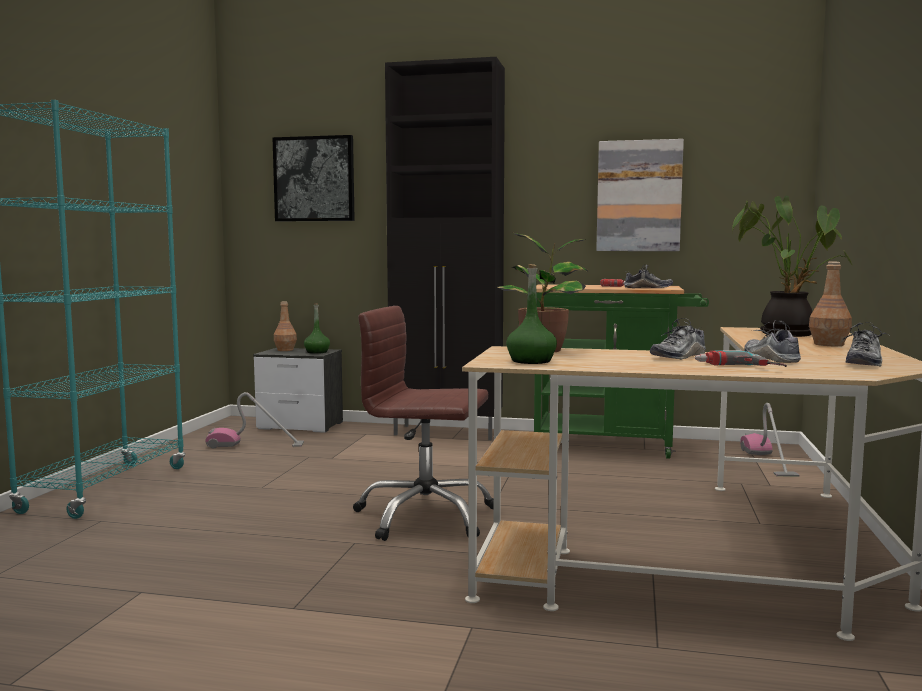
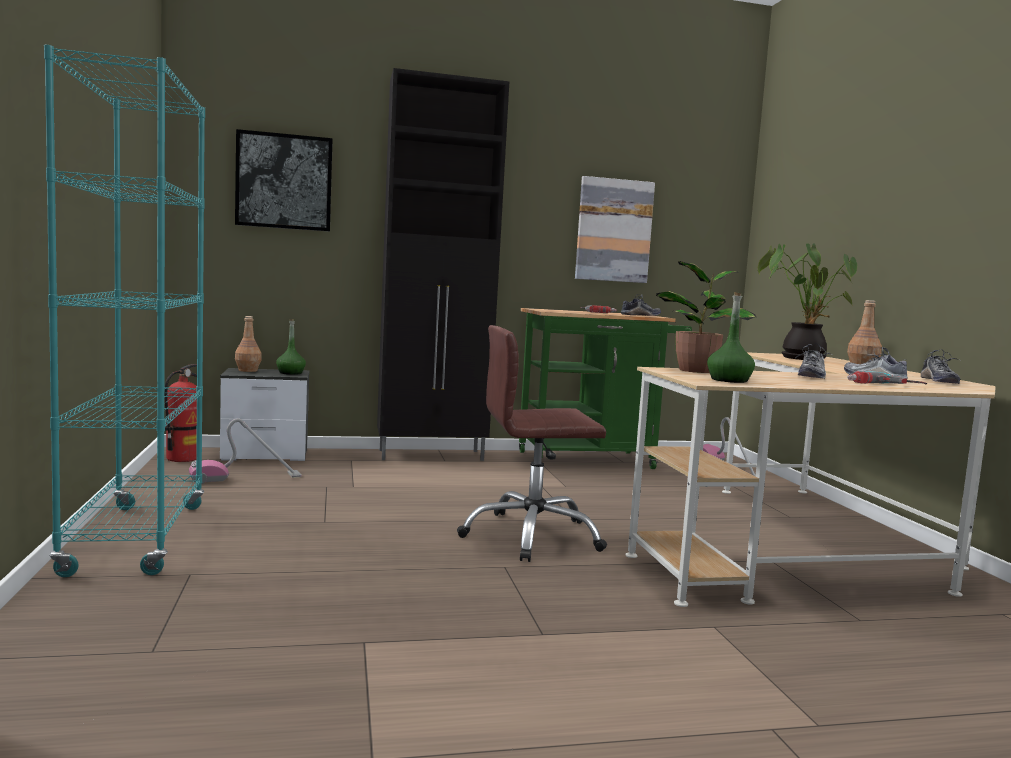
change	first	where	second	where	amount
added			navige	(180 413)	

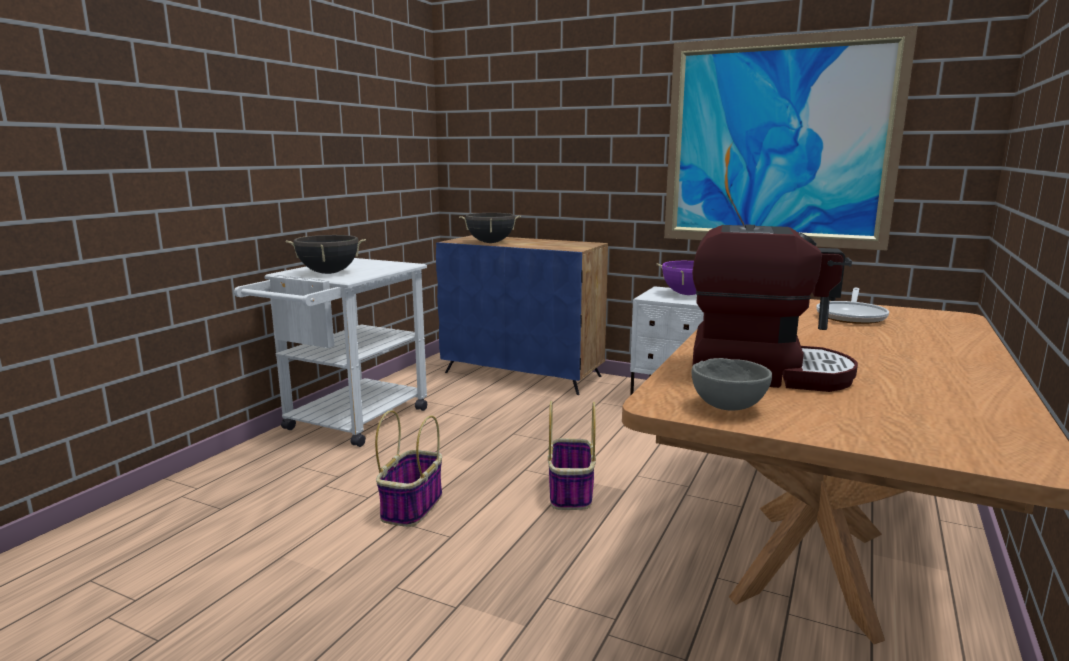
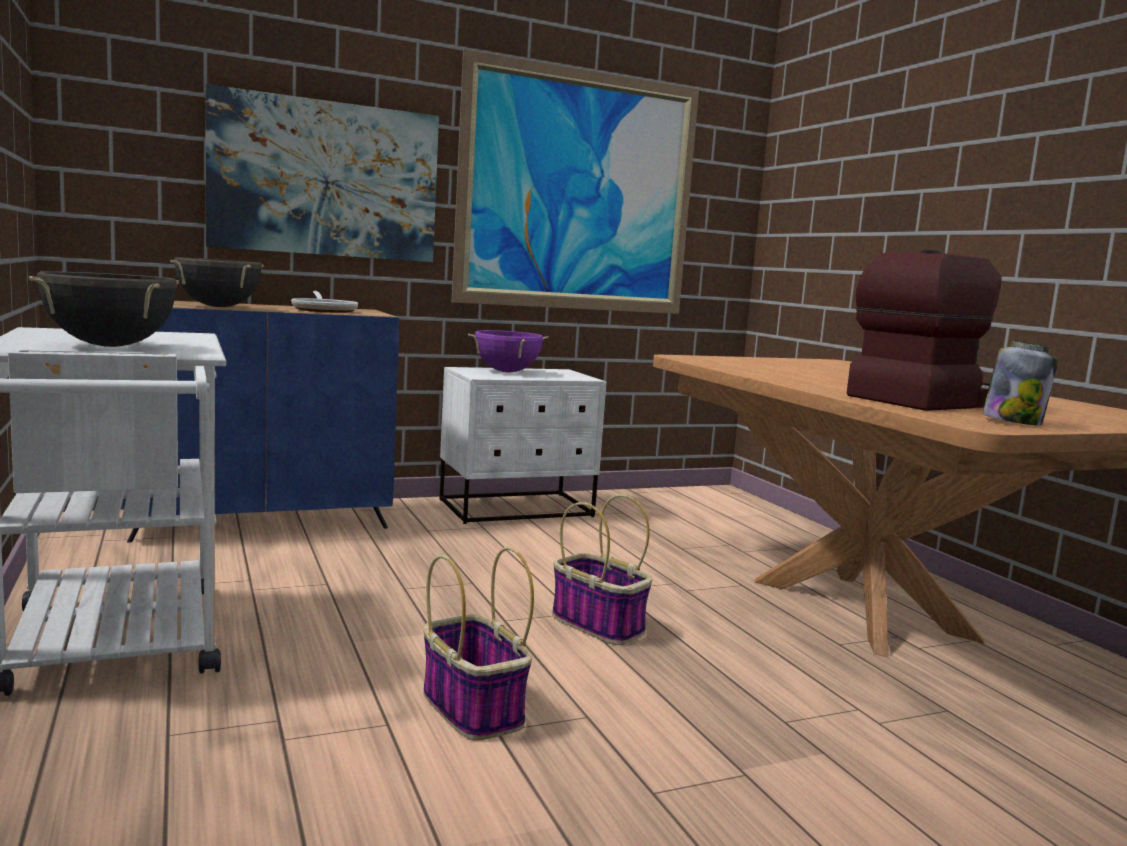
change	first	where	second	where	amount
added			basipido	(322 173)	
moved	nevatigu	(852 306)		(324 302)	
replaced	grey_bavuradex	(731 384)	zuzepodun	(1020 383)	

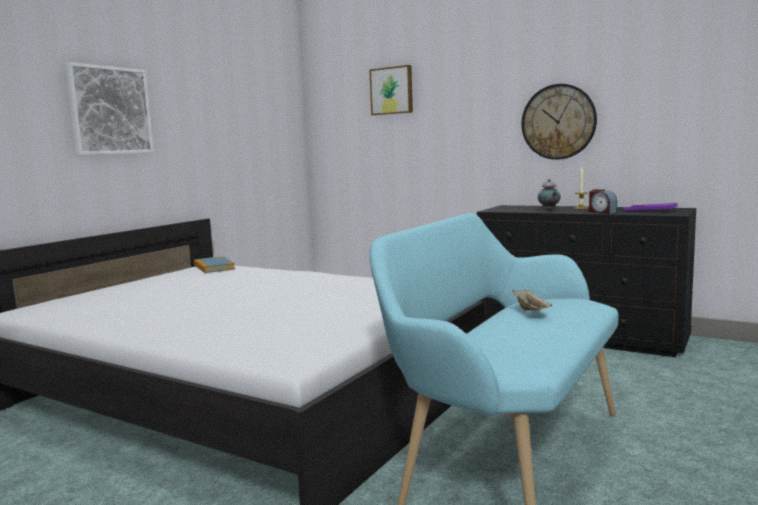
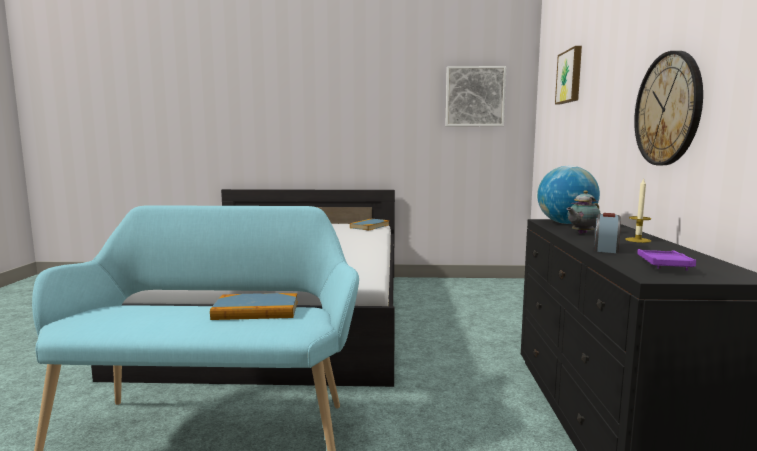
change	first	where	second	where	amount
added			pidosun	(568 195)	
moved	basipido	(109 108)		(475 96)	
replaced	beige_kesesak	(532 299)	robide	(254 306)	

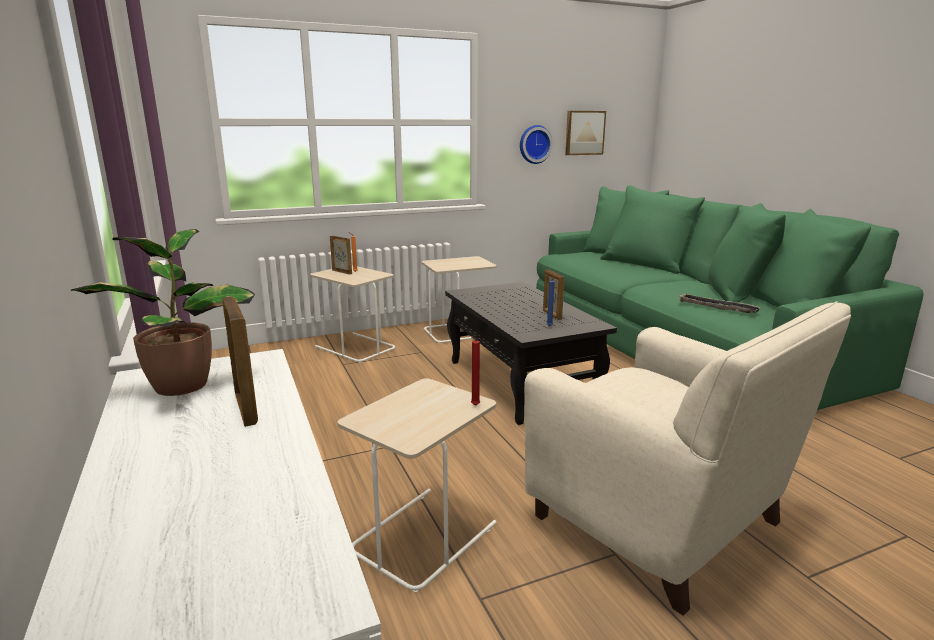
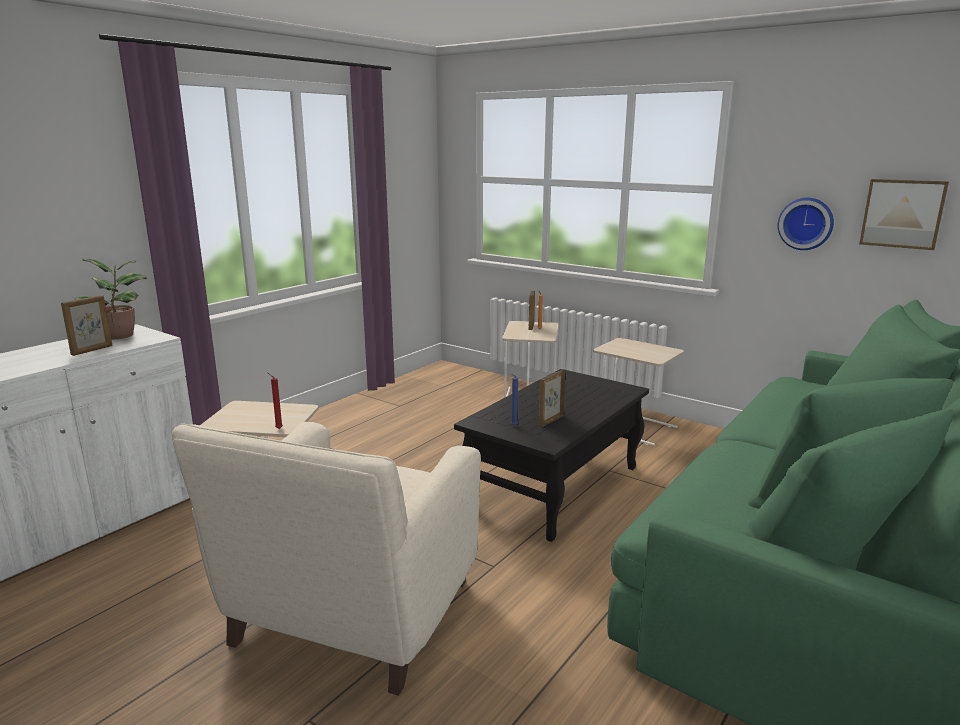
change	first	where	second	where	amount
removed	kesesak	(720 303)			

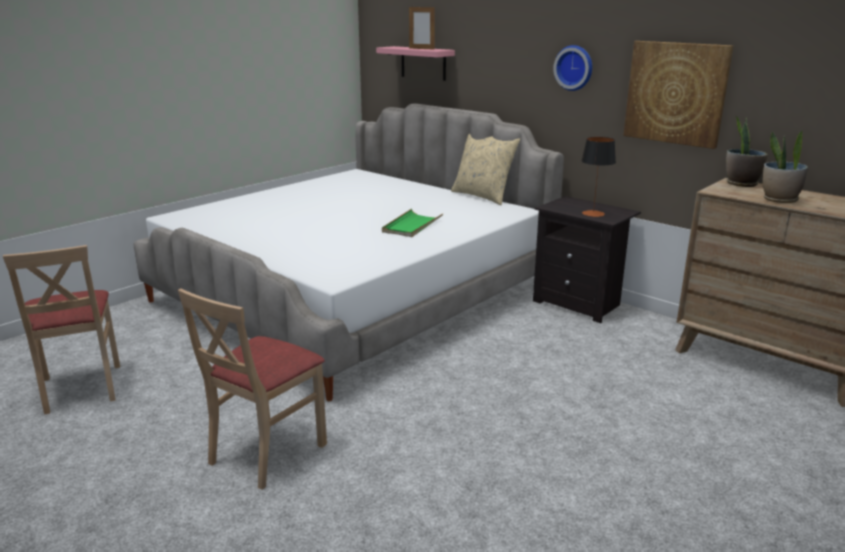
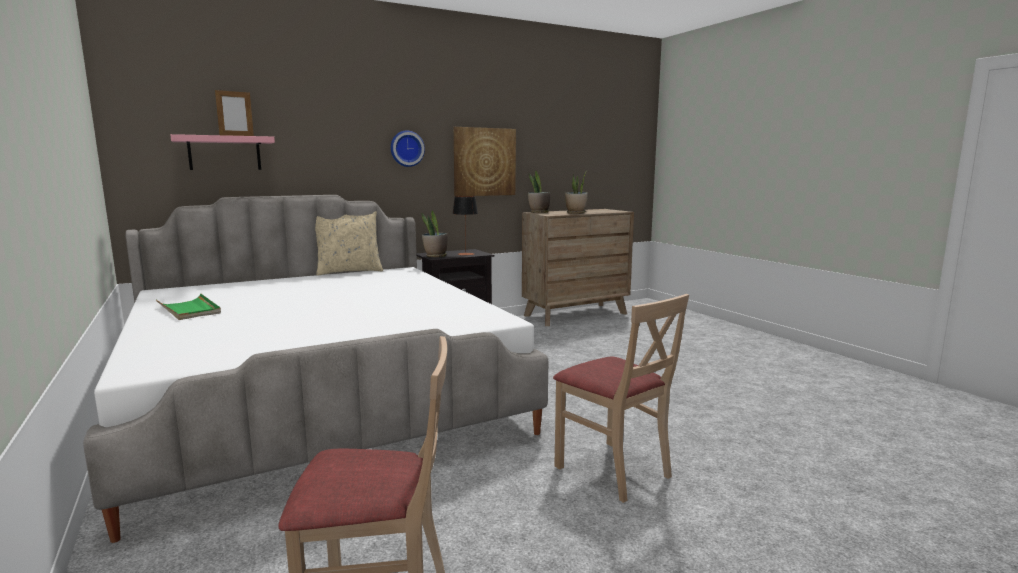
change	first	where	second	where	amount
added			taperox	(434 233)	
moved	green_kesesak	(413 223)		(188 306)	

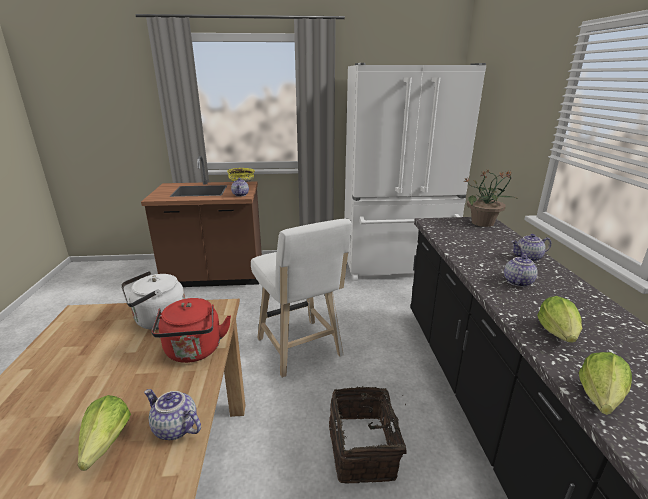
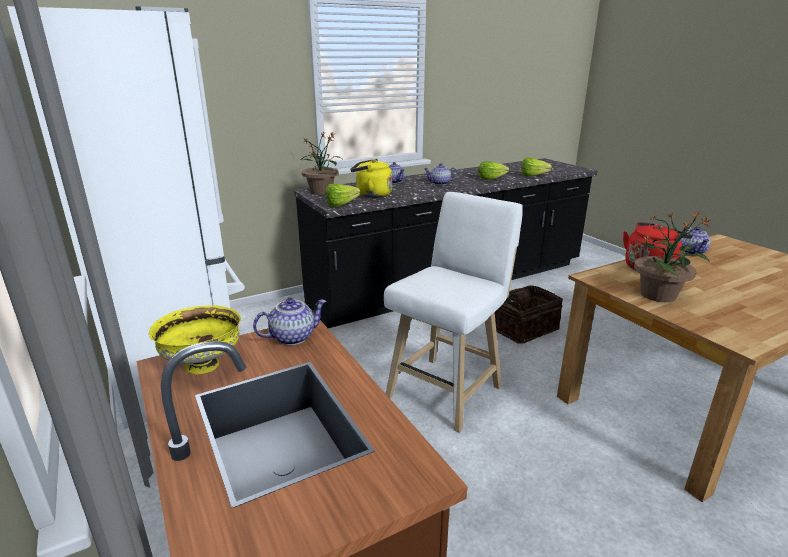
change	first	where	second	where	amount
added			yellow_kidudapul	(371 178)	
moved	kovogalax	(104 433)		(342 195)	
replaced	white_kidudapul	(153 300)	taperox	(672 257)	

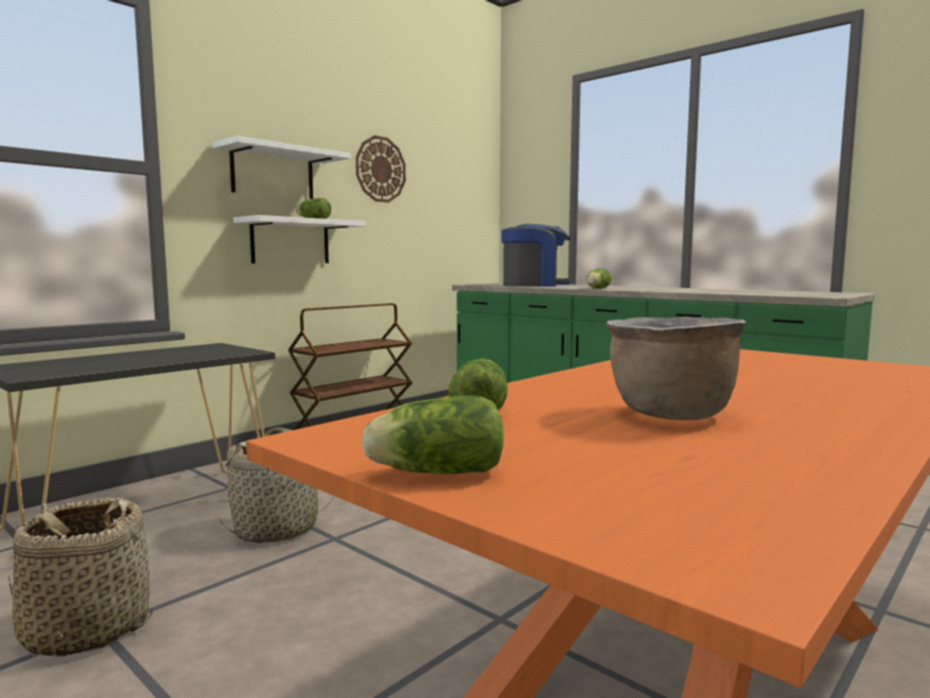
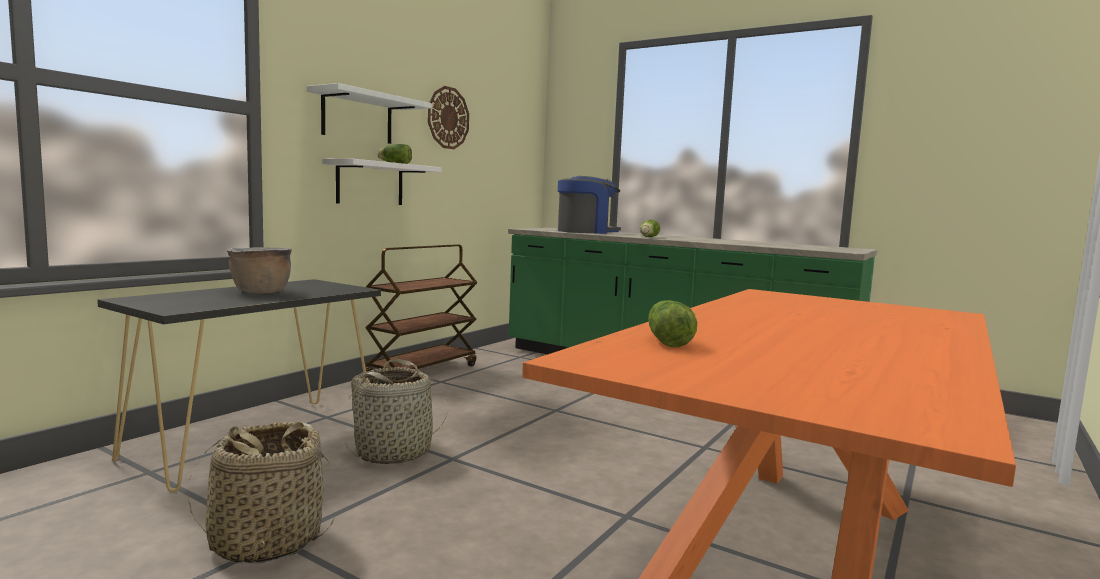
change	first	where	second	where	amount
removed	kovogalax	(433 434)			
moved	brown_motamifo	(676 368)		(259 270)	

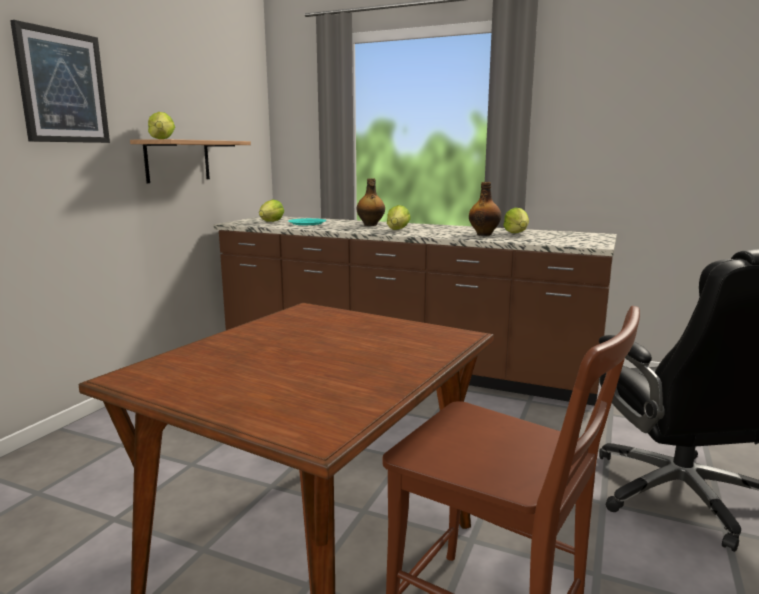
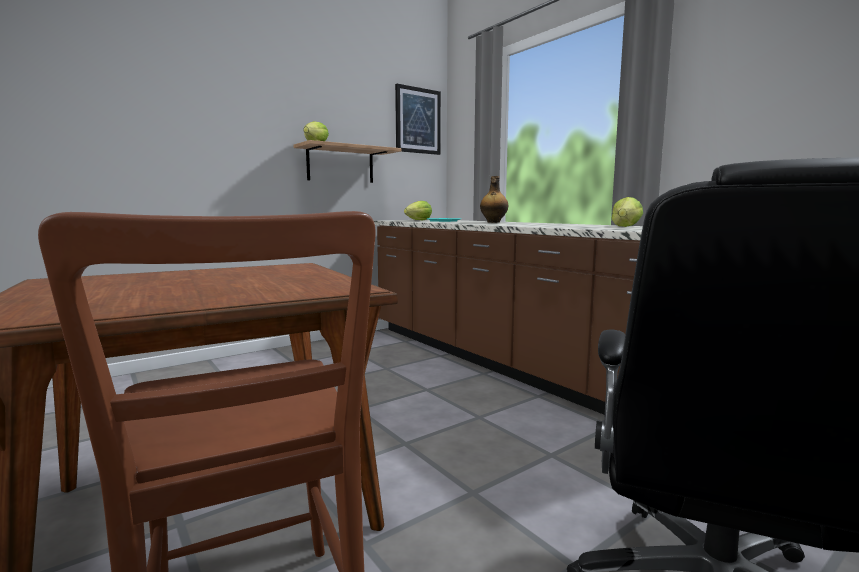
change	first	where	second	where	amount
removed	kovogalax	(399 217)			
removed	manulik	(485 209)			
moved	basipido	(60 81)		(418 119)	

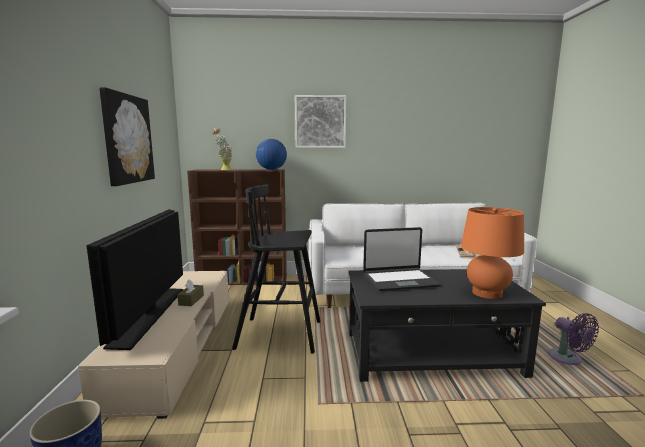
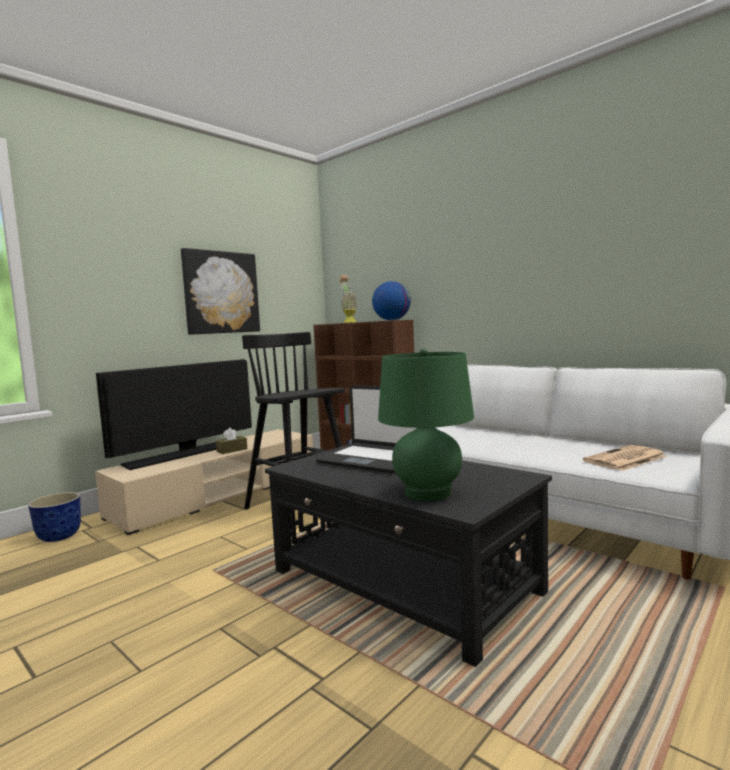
change	first	where	second	where	amount
removed	basipido	(320 121)			
removed	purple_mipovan	(573 339)			
recoloured	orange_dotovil	(492 253)	green_dotovil	(426 425)	

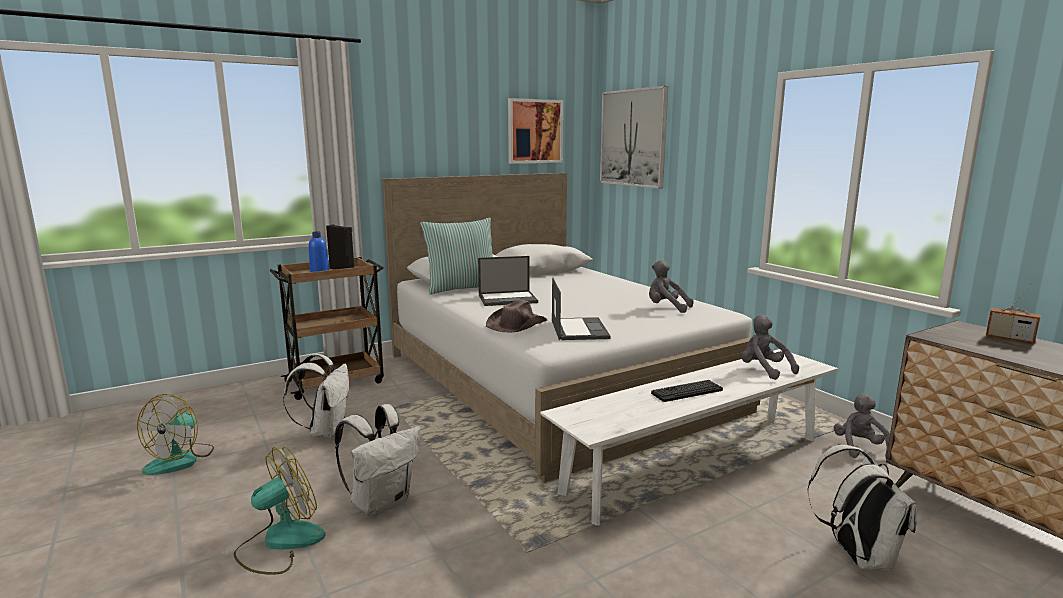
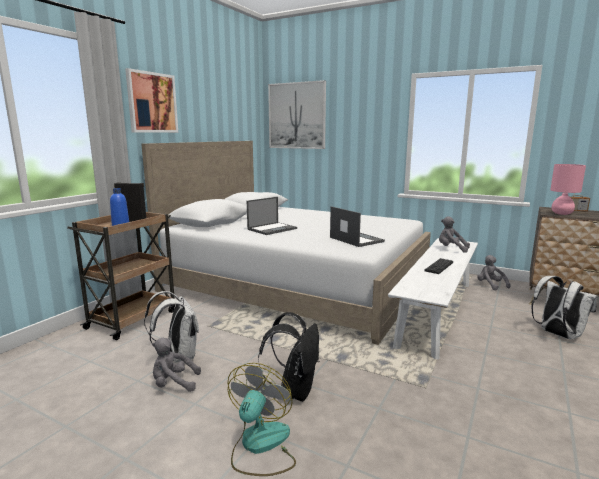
change	first	where	second	where	amount
removed	mipovan	(175 434)			
removed	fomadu	(456 256)			
removed	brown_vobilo	(516 316)			
added			pink_dotovil	(568 189)	
moved	basipido	(535 131)		(151 100)	
moved	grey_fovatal	(671 286)		(176 365)	
recoloured	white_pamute	(378 460)	black_pamute	(288 357)	

